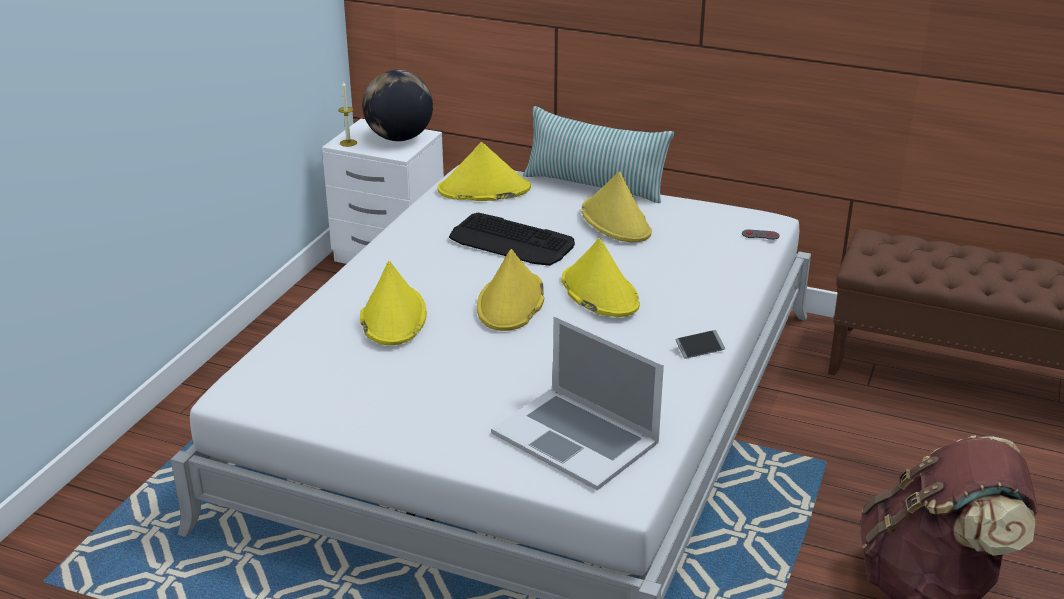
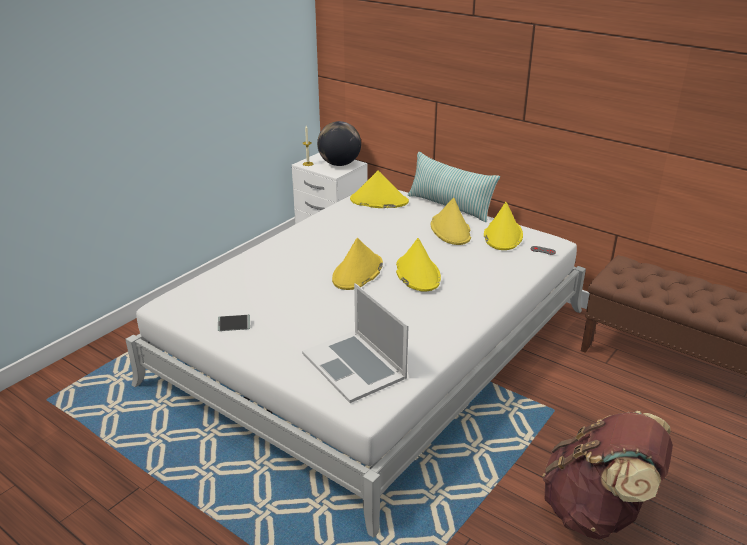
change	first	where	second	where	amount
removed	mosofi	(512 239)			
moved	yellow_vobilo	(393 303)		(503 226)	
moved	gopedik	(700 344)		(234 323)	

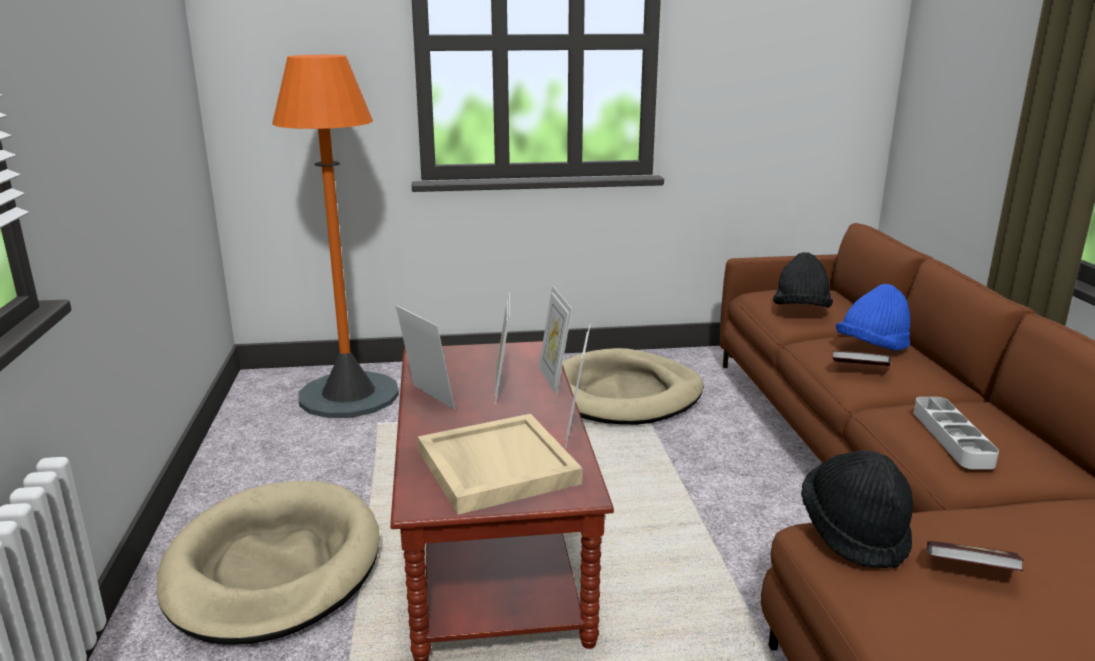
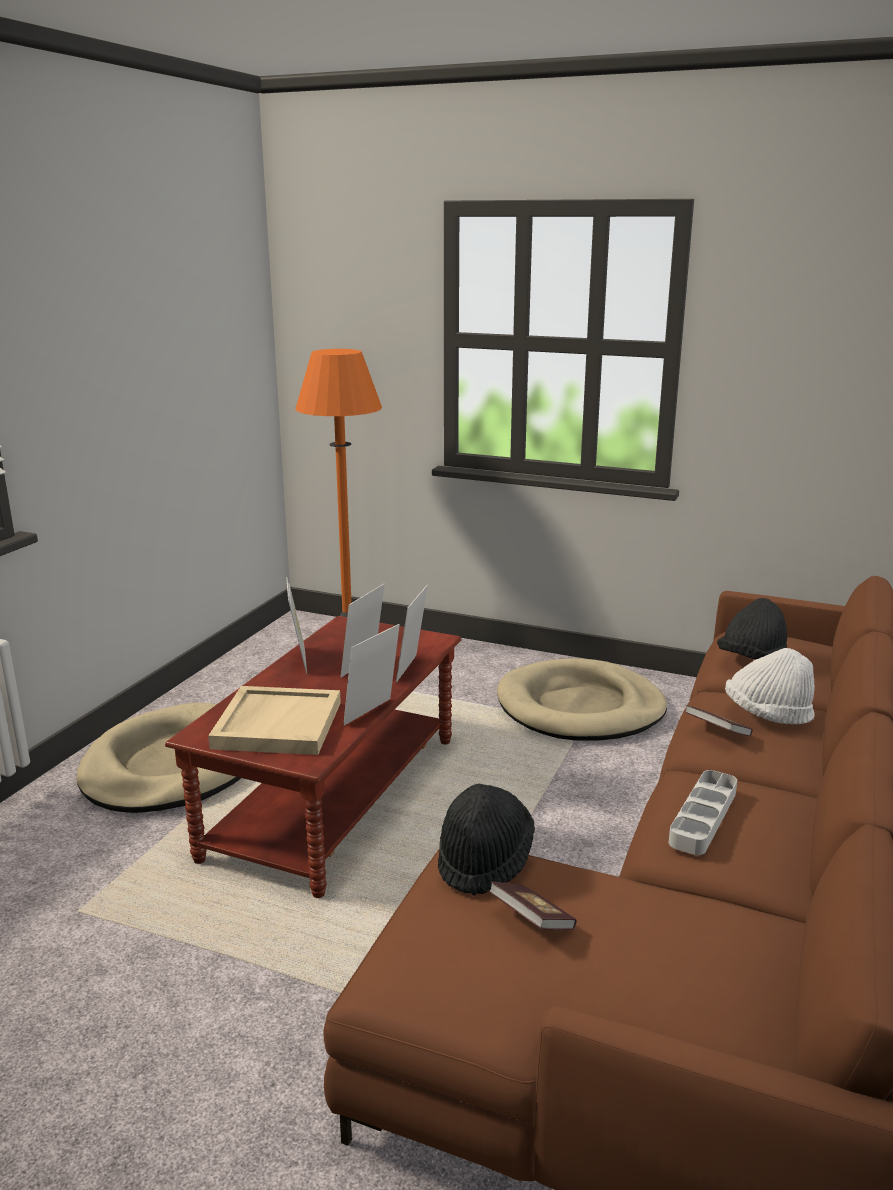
change	first	where	second	where	amount
recoloured	blue_vobilo	(873 317)	white_vobilo	(770 686)	

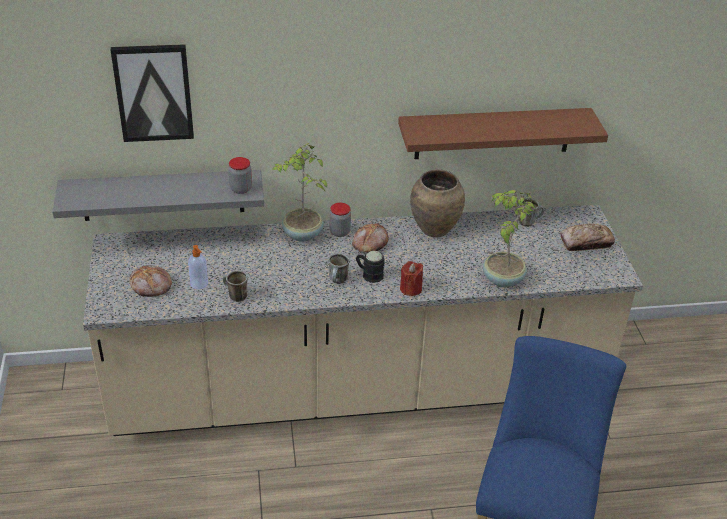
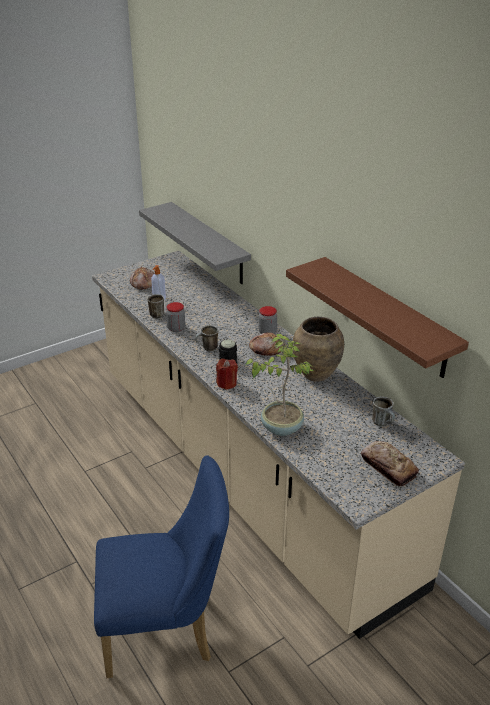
change	first	where	second	where	amount
removed	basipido	(152 93)			
removed	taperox	(299 192)			
moved	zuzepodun	(240 175)		(175 317)	

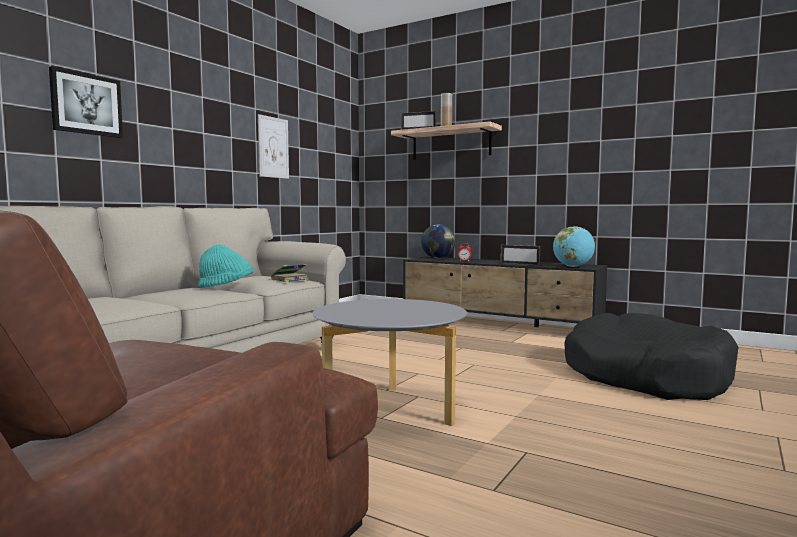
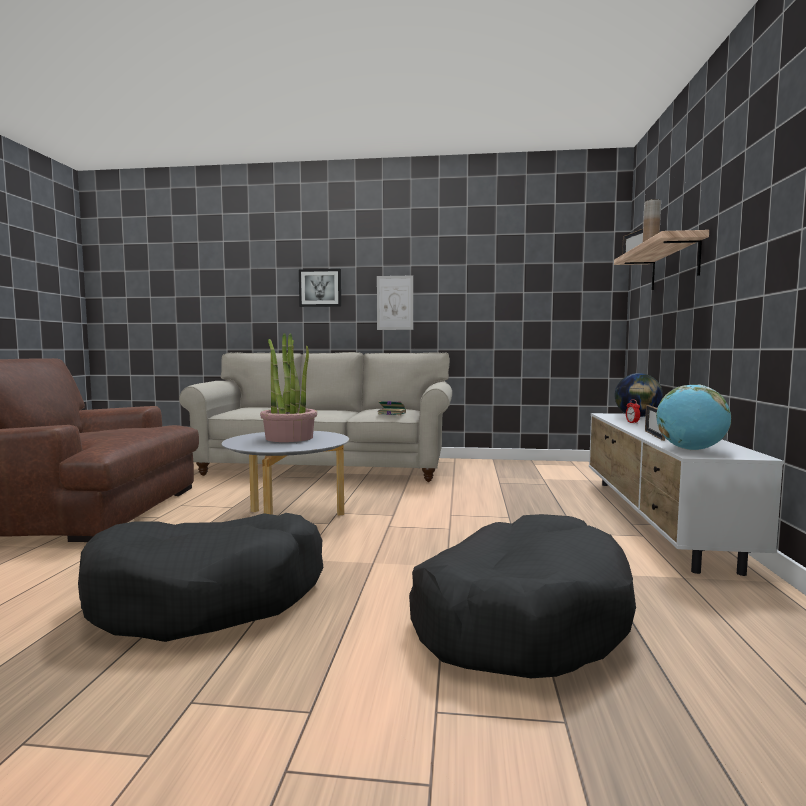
change	first	where	second	where	amount
removed	turquoise_vobilo	(225 266)			
added			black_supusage	(201 577)	
added			taperox	(288 387)	
moved	basipido	(273 146)		(395 303)	
recoloured	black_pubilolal	(505 292)	white_pubilolal	(686 494)	

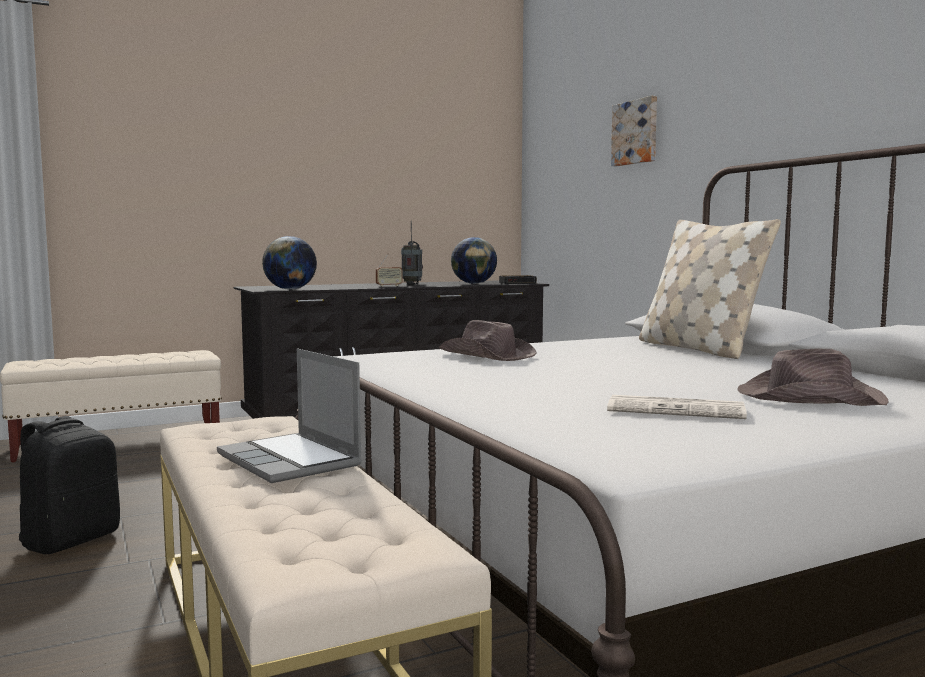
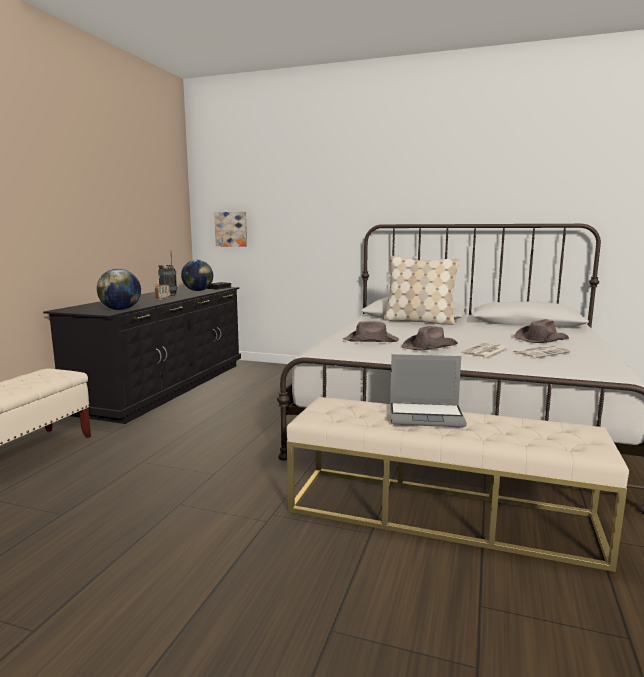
change	first	where	second	where	amount
removed	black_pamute	(69 485)			
added			brown_vobilo	(430 338)	
added			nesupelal	(485 351)	
moved	basipido	(634 130)		(230 229)	

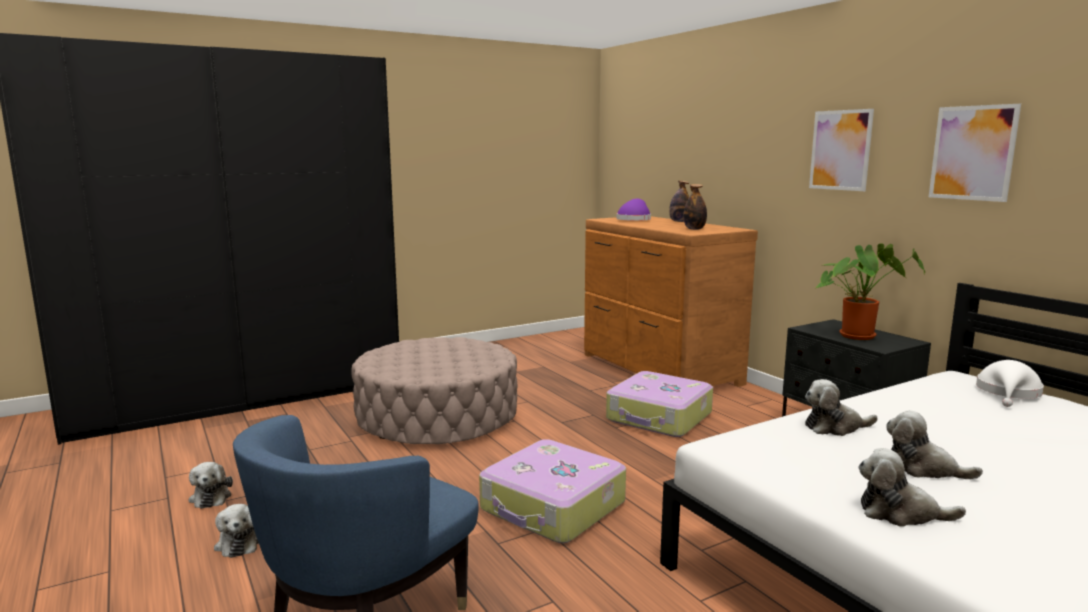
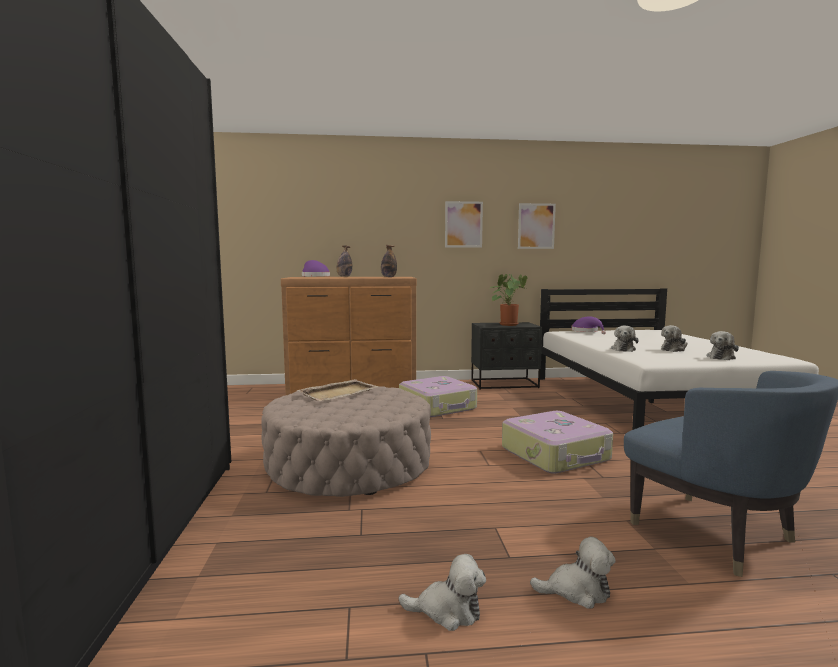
change	first	where	second	where	amount
added			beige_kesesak	(338 390)	
recoloured	white_vobilo	(1010 383)	purple_vobilo	(588 325)	

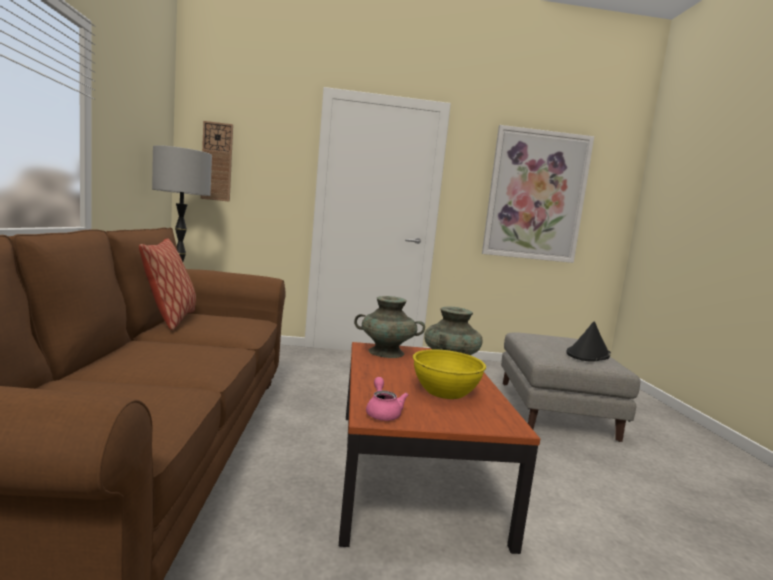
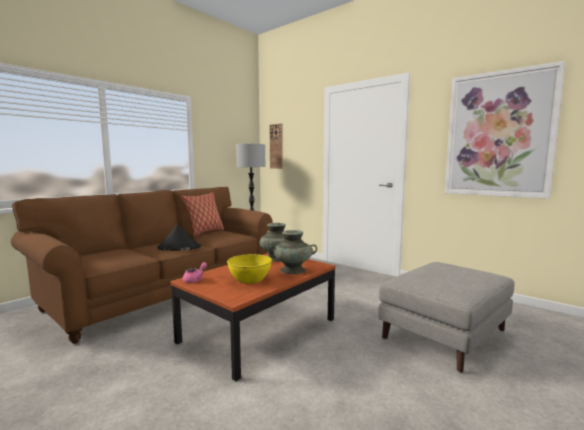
change	first	where	second	where	amount
moved	black_vobilo	(589 341)		(179 238)	

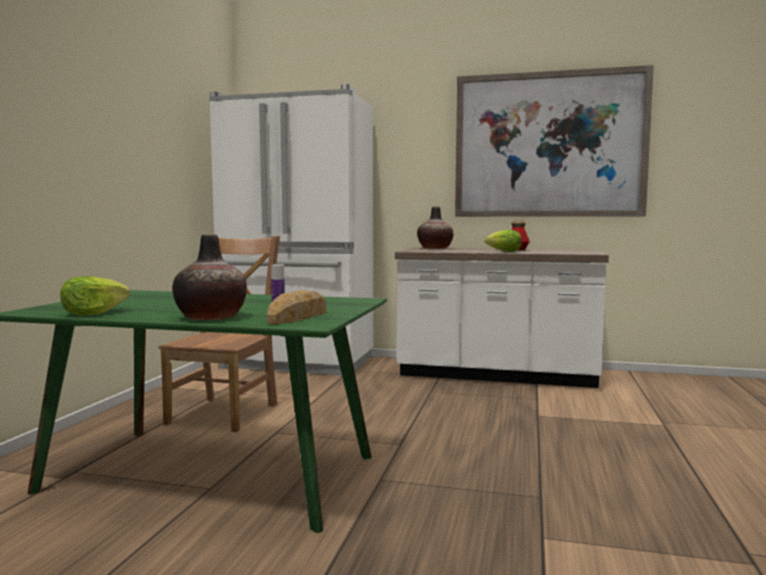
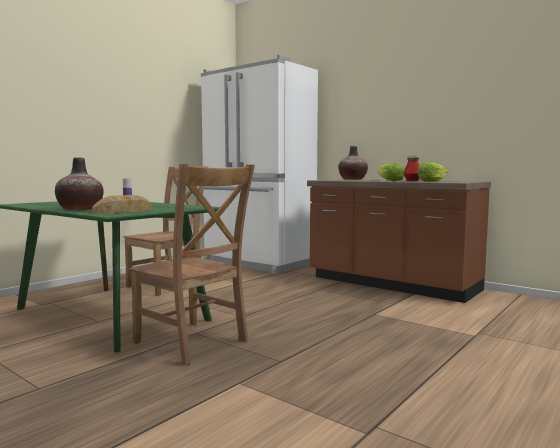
change	first	where	second	where	amount
removed	basipido	(554 141)			
added			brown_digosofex	(191 265)	
moved	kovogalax	(95 296)		(432 172)	
recoloured	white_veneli	(502 318)	brown_veneli	(399 241)	

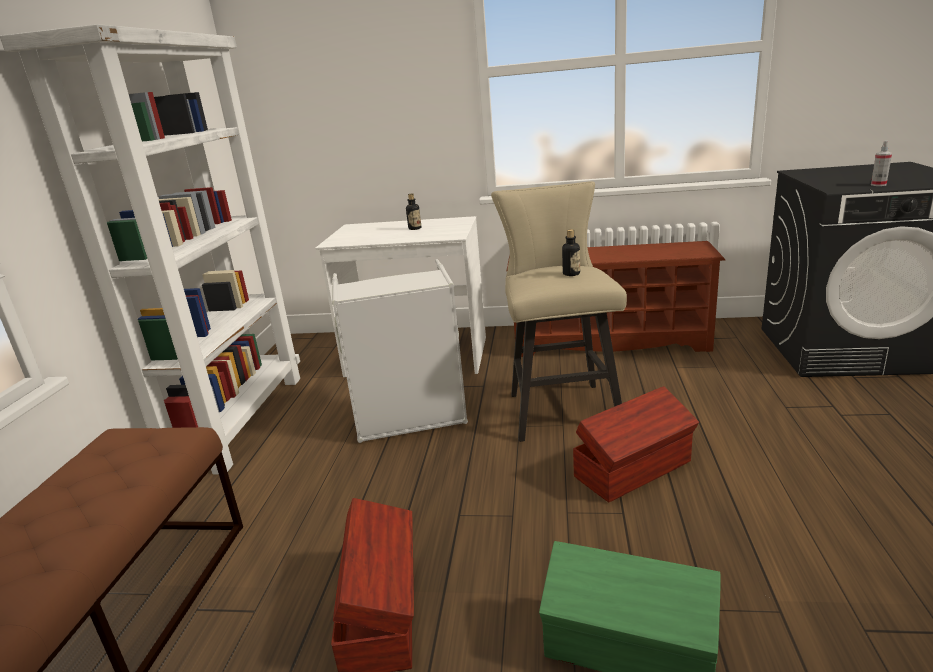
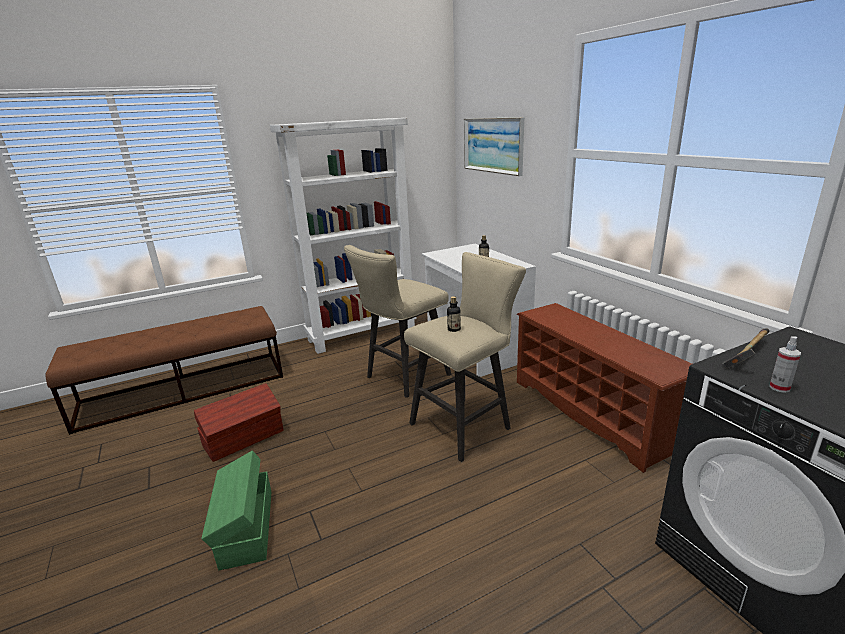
change	first	where	second	where	amount
removed	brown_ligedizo	(636 444)			
added			basipido	(494 146)	
added			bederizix	(745 348)	
replaced	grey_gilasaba	(400 351)	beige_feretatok	(397 321)	

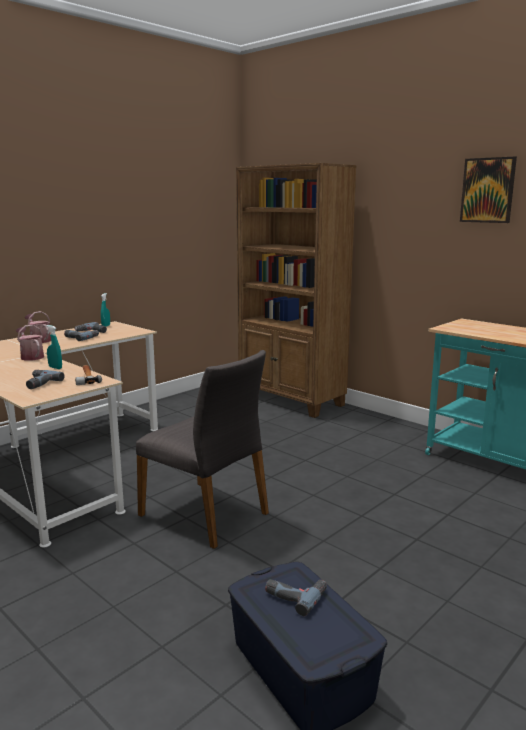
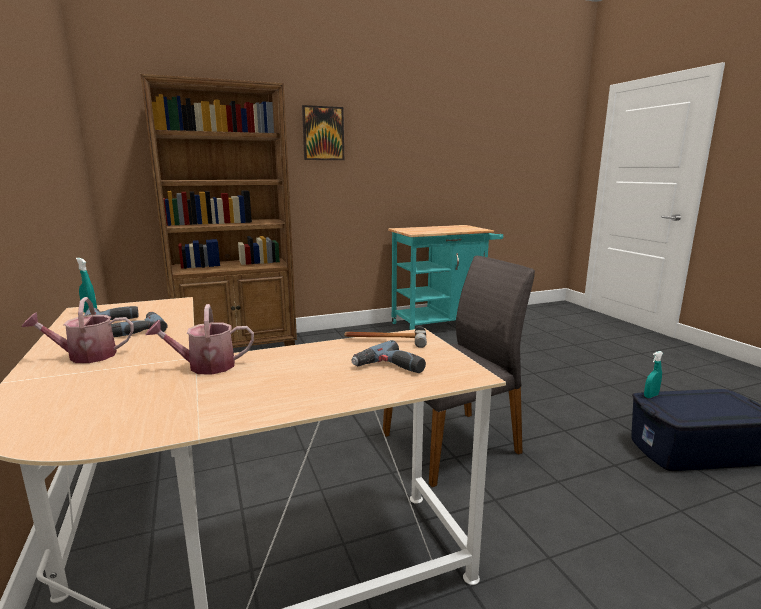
change	first	where	second	where	amount
removed	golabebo	(296 597)			
moved	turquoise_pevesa	(54 347)		(653 374)	
moved	basipido	(488 190)		(323 132)	

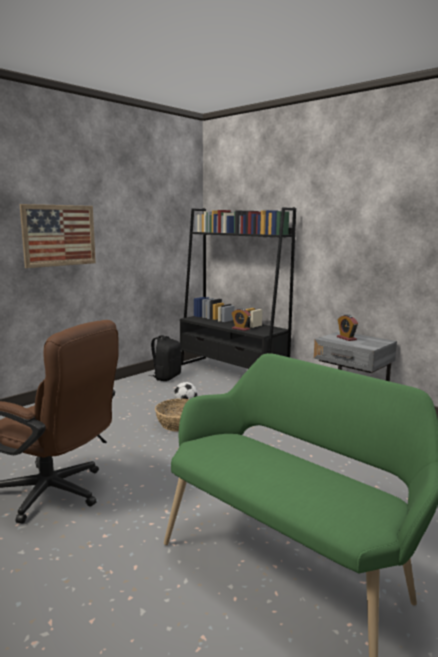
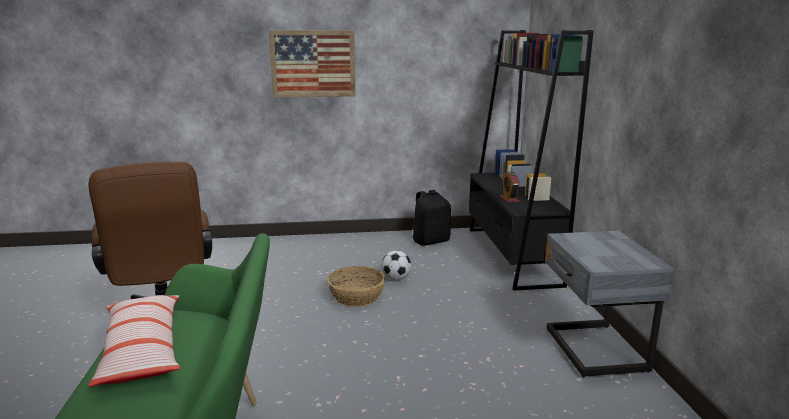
change	first	where	second	where	amount
removed	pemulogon	(347 328)			
added			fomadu	(134 341)	

